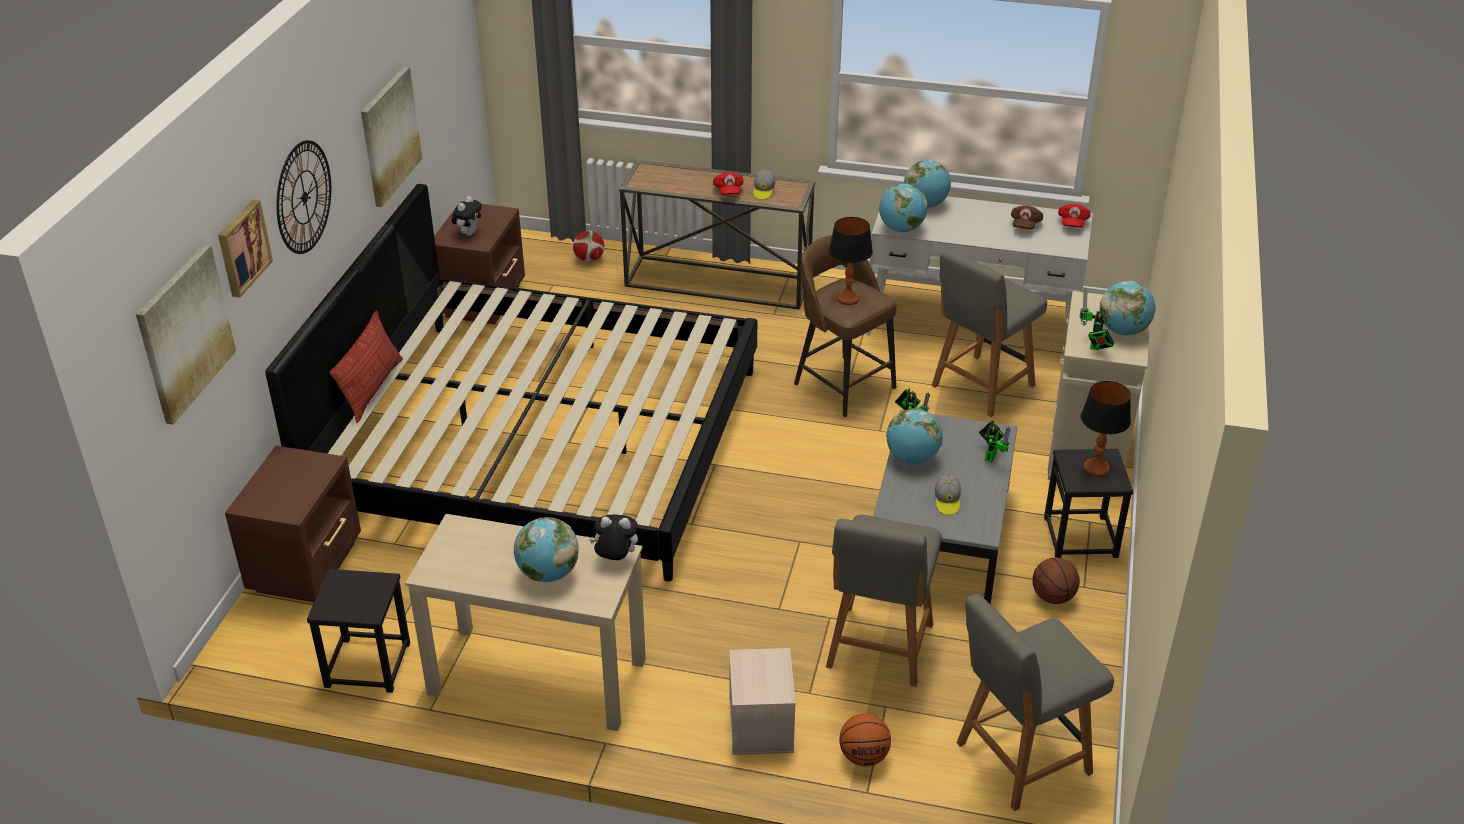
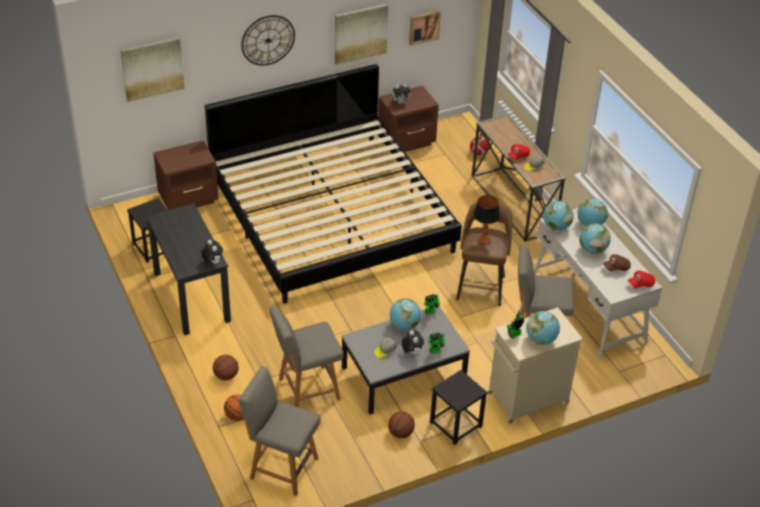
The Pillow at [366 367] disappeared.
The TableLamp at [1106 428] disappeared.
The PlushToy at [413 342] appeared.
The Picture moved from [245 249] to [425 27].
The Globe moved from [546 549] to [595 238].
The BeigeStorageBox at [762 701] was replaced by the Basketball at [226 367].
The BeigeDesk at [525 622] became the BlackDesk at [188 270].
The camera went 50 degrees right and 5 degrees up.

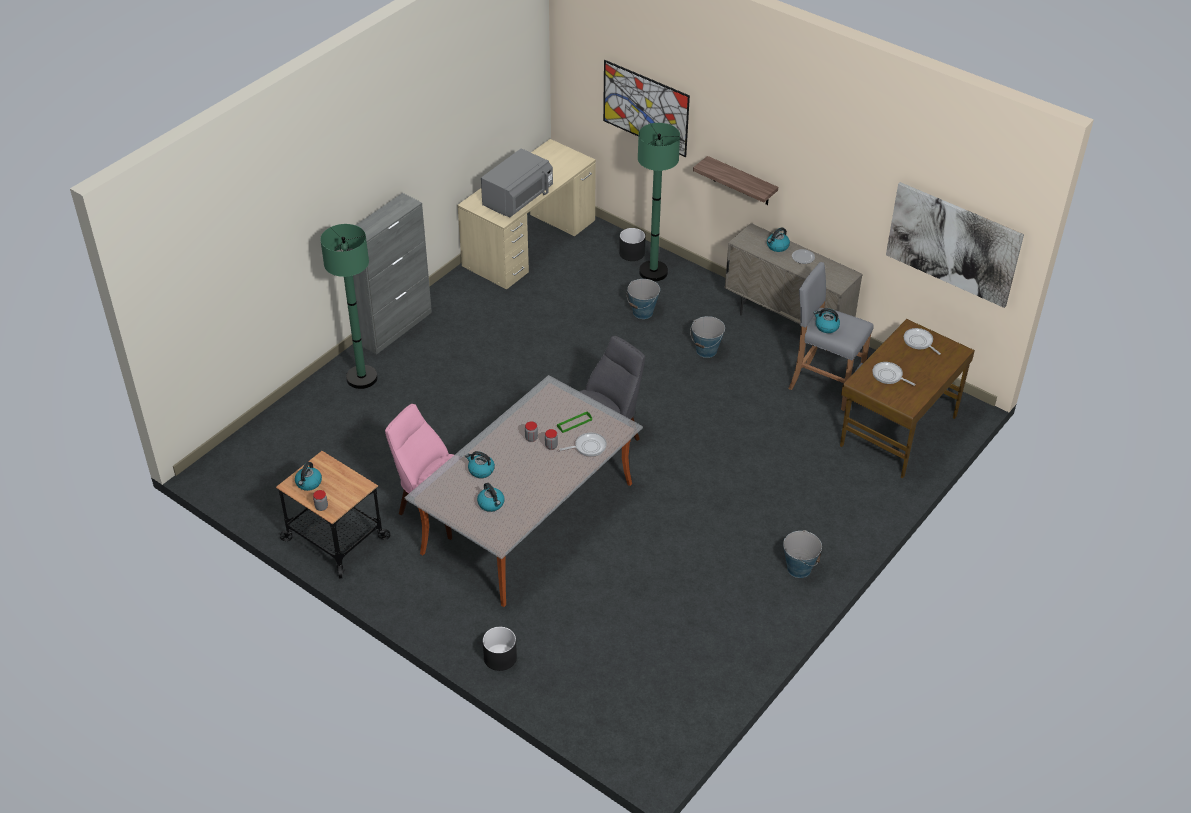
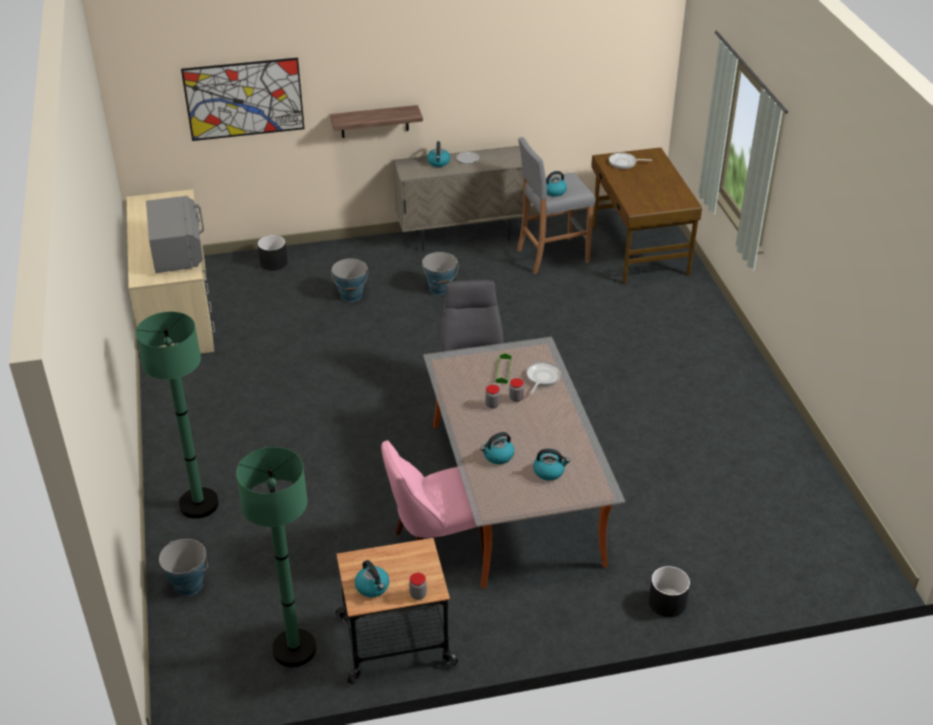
The GreyCabinet at [389 274] disappeared.
The FryingPan at [893 374] disappeared.
The Picture at [955 245] disappeared.
The GreenFloorLamp moved from [659 202] to [276 557].
The Bucket moved from [802 554] to [183 567].
The camera went 50 degrees left and 5 degrees down.

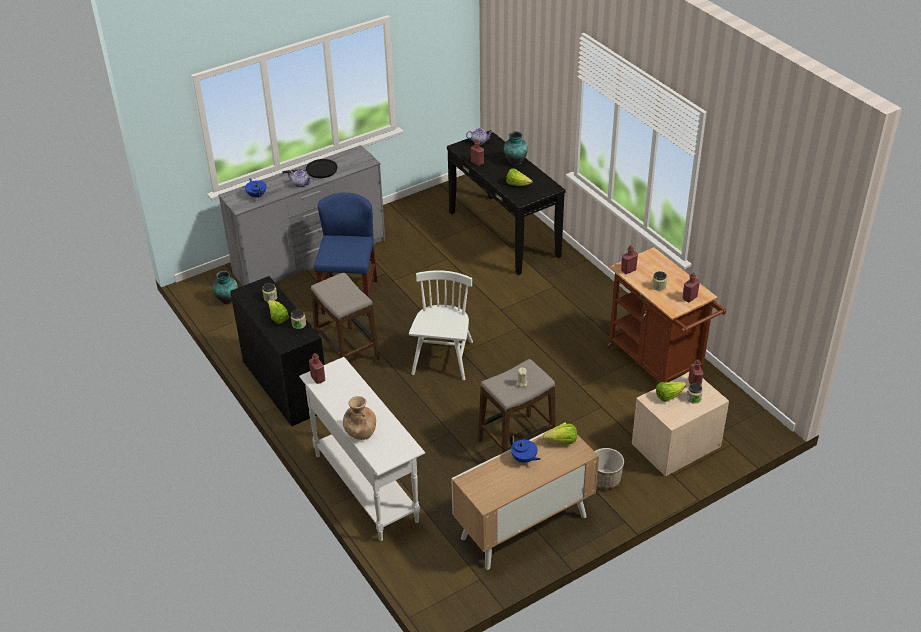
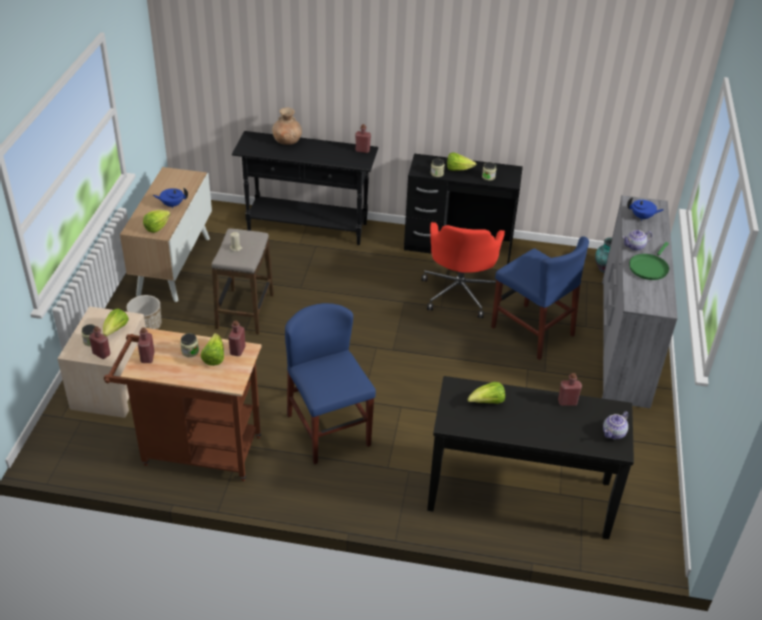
The WhiteChair at [441 325] disappeared.
The Vase at [515 148] disappeared.
The Lettuce at [212 349] appeared.
The BlueChair at [330 384] appeared.
The Stool at [345 316] was replaced by the RedOfficeChair at [463 270].
The BlackFryingPan at [310 168] became the GreenFryingPan at [649 261].
The WhiteConsoleTable at [362 449] became the BlackConsoleTable at [305 188].
The camera went 130 degrees right and 0 degrees up.

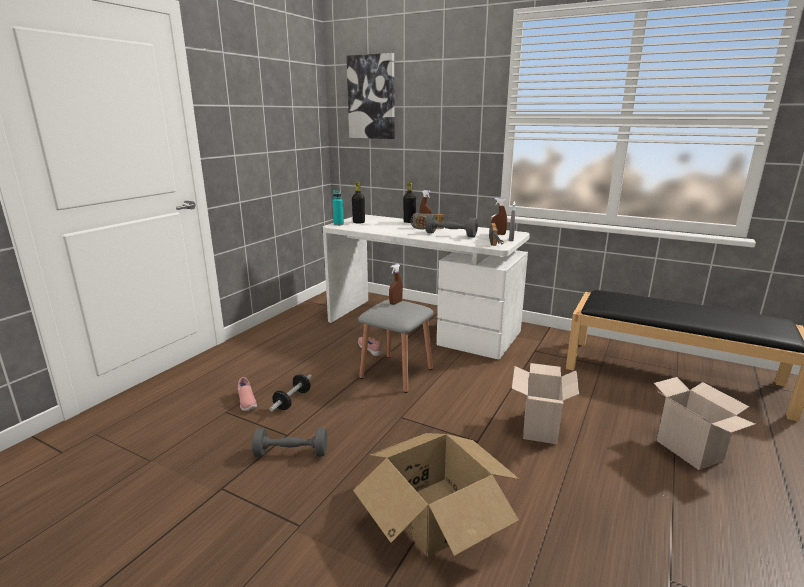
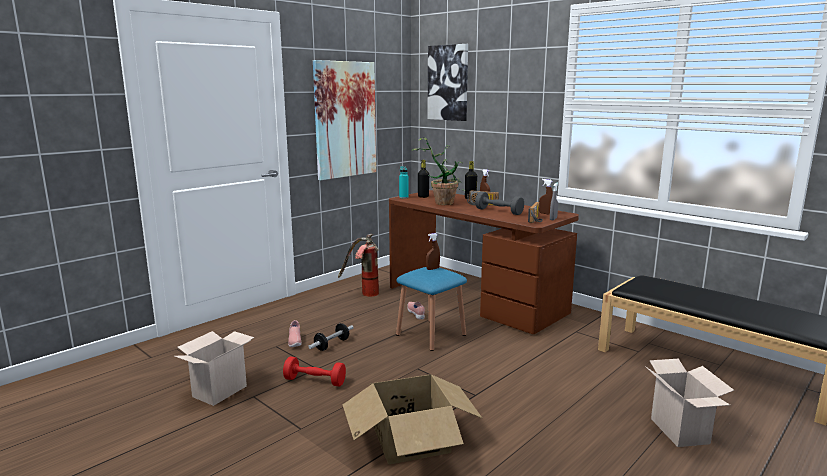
The Picture at [344 120] appeared.
The FireExtinguisher at [358 265] appeared.
The PottedPlant at [438 171] appeared.
The CardboardBox moved from [545 403] to [214 368].
The GreyDumbbell at [289 442] became the RedDumbbell at [314 371].
The WhiteDesk at [426 287] became the BrownDesk at [484 262].
The GreyStool at [396 346] became the BlueStool at [431 309].
The camera went 15 degrees right and 5 degrees down.

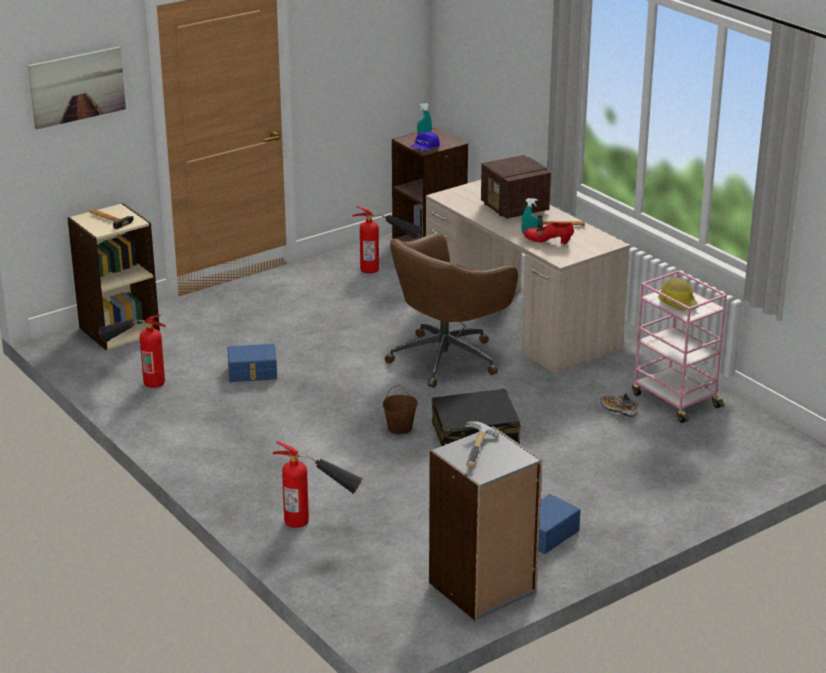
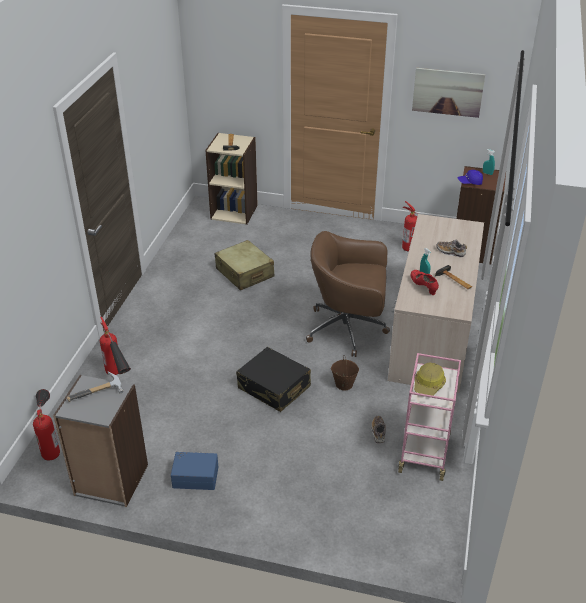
The Picture moved from [77 88] to [448 93].
The FireExtinguisher moved from [132 351] to [46 425].
The BrownBucket moved from [400 410] to [345 372].
The BlueStorageBox at [252 363] was replaced by the BeigeSuitcase at [244 265].
The Radio at [516 187] was replaced by the Shoe at [452 248].
The camera went 50 degrees right and 10 degrees up.

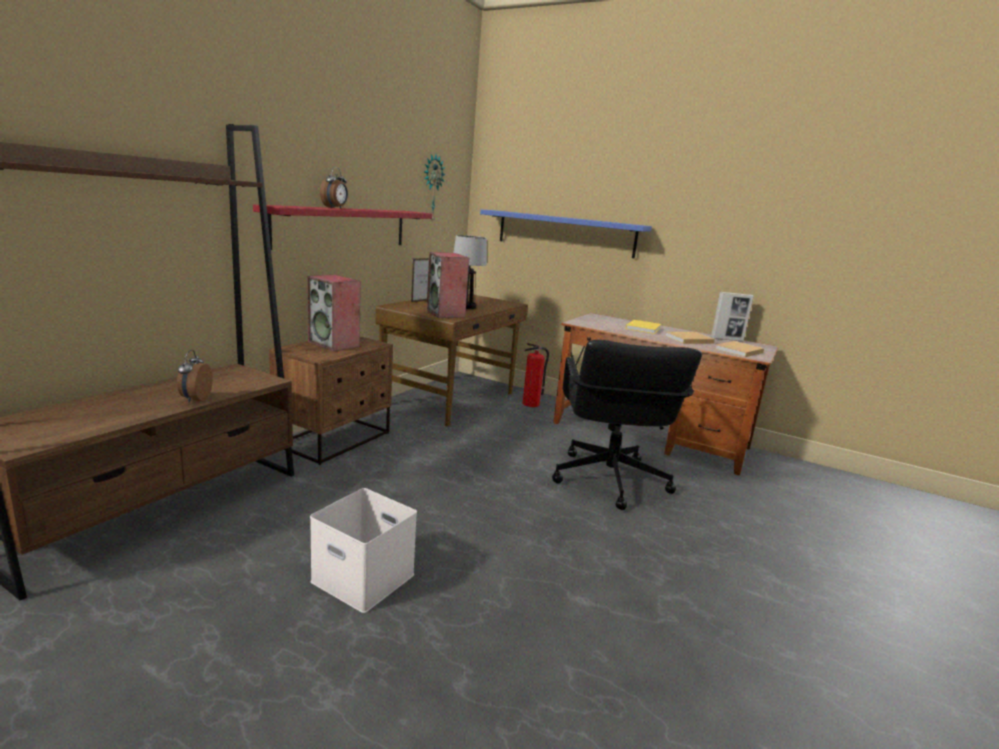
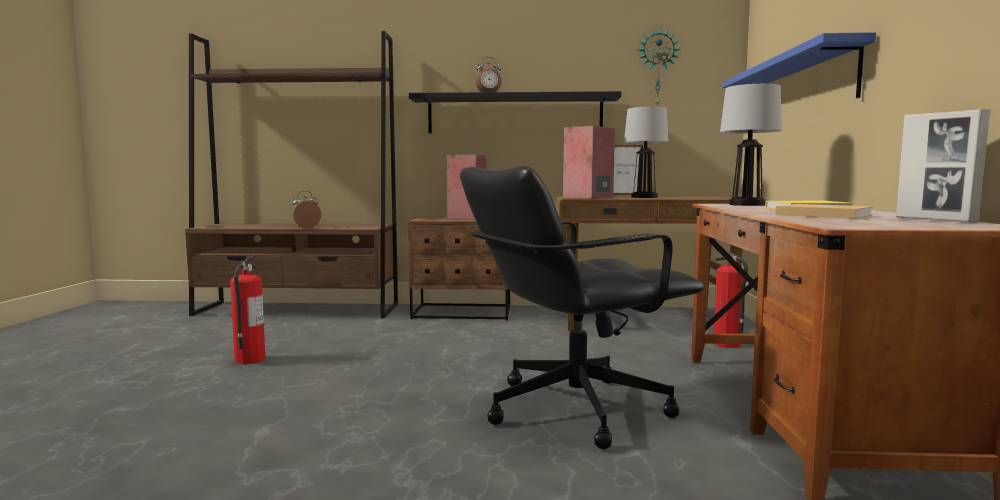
The BeigeBook at [740 349] disappeared.
The TableLamp at [751 145] appeared.
The WhiteStorageBox at [363 550] was replaced by the FireExtinguisher at [247 309].
The RedShelf at [342 227] became the BlackShelf at [515 112].
The camera went 65 degrees right and 10 degrees down.

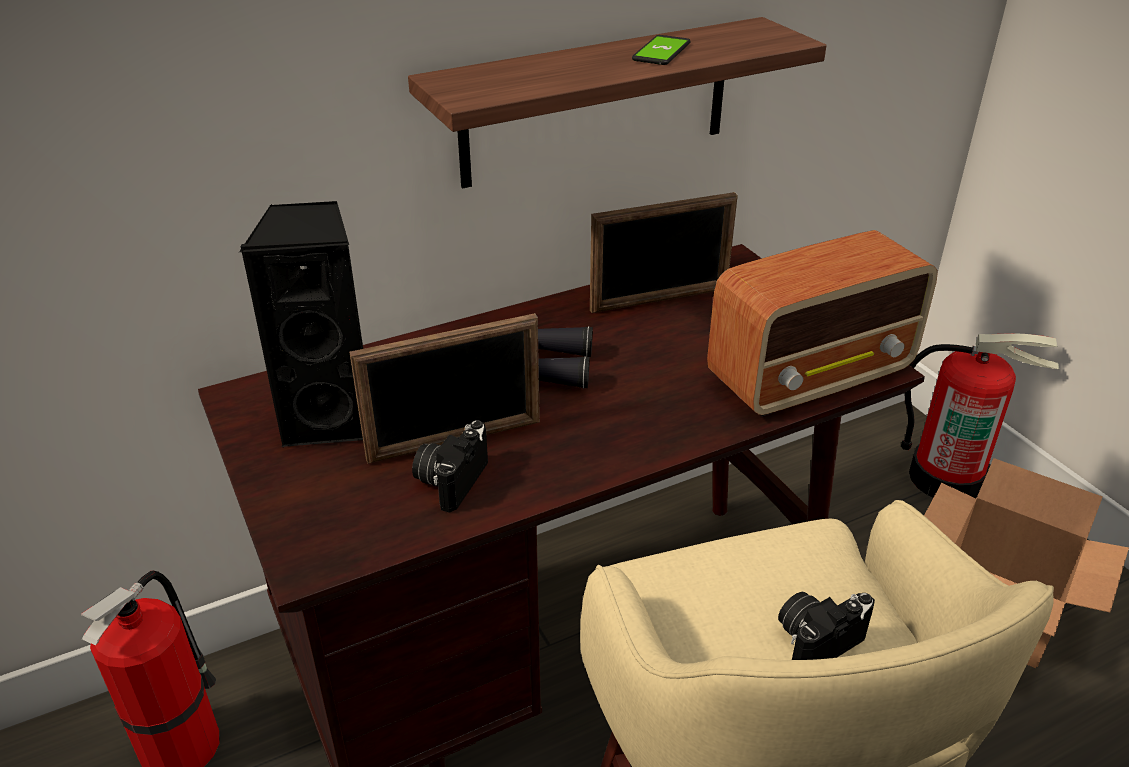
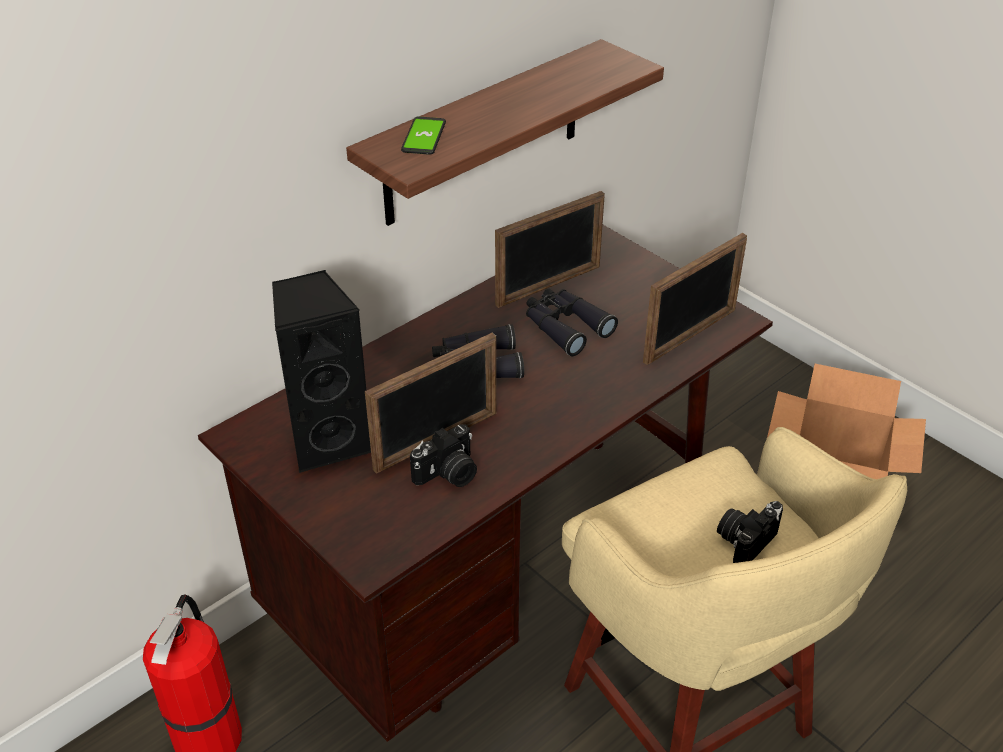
The FireExtinguisher at [980 415] disappeared.
The BlackBinoculars at [572 322] appeared.
The Phone moved from [661 50] to [423 136].
The Radio at [822 323] was replaced by the PictureFrame at [695 299].
The PhotoCamera at [450 466] turned 135 degrees counterclockwise.
The camera went 15 degrees left and 5 degrees up.

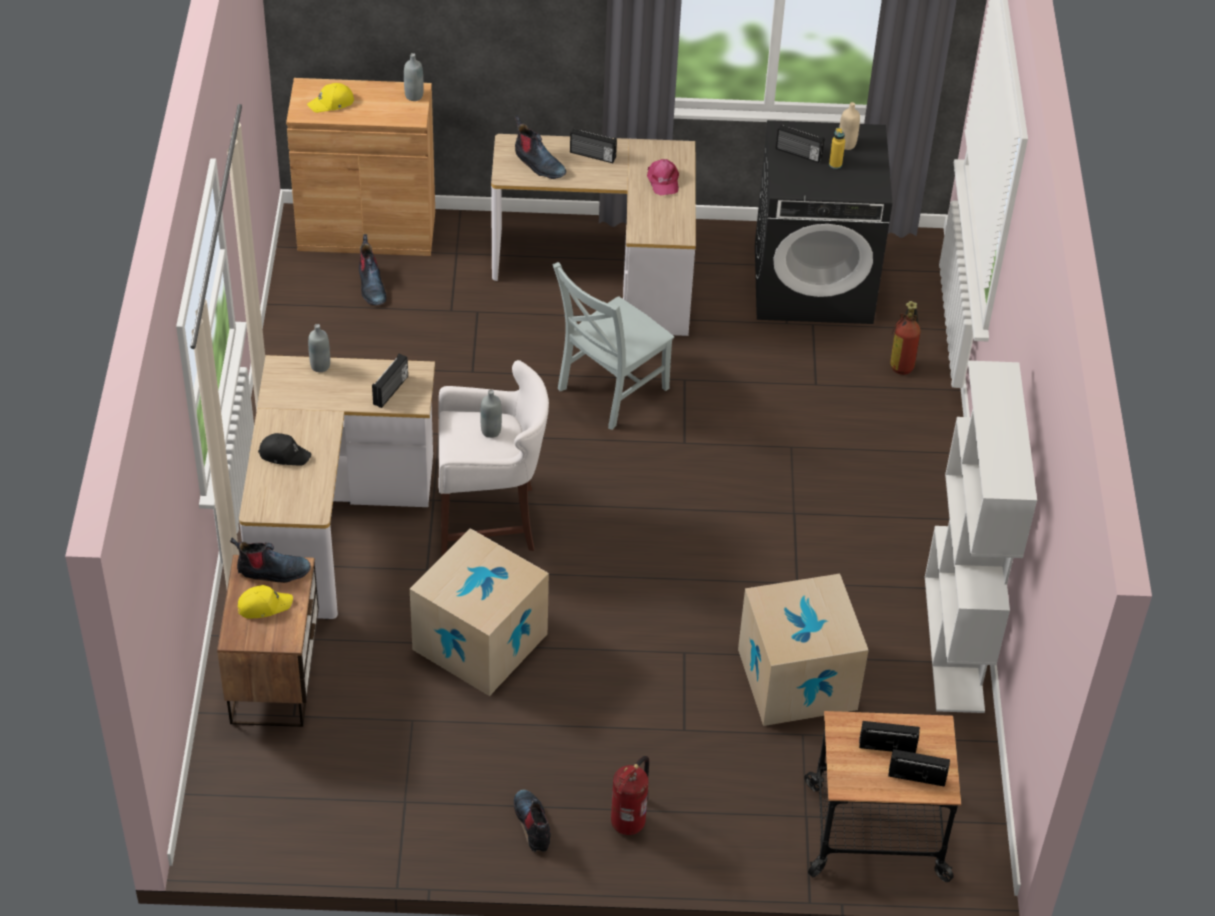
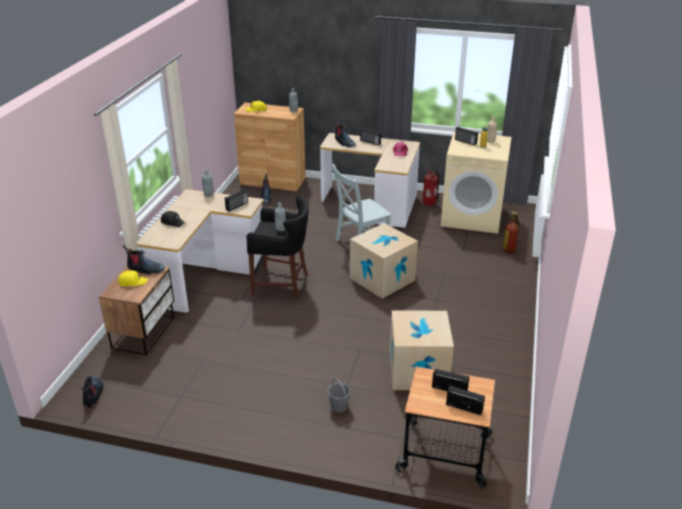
The WhiteBookcase at [981 536] disappeared.
The GreyBucket at [339 395] appeared.
The CardboardBox moved from [479 612] to [384 261].
The Boot moved from [532 821] to [92 392].
The FireExtinguisher moved from [630 795] to [431 188].
The WhiteStool at [493 458] became the BlackStool at [278 247].
The BlackWashingMachine at [823 222] became the BeigeWashingMachine at [476 182].
The camera went 15 degrees right and 15 degrees down.

